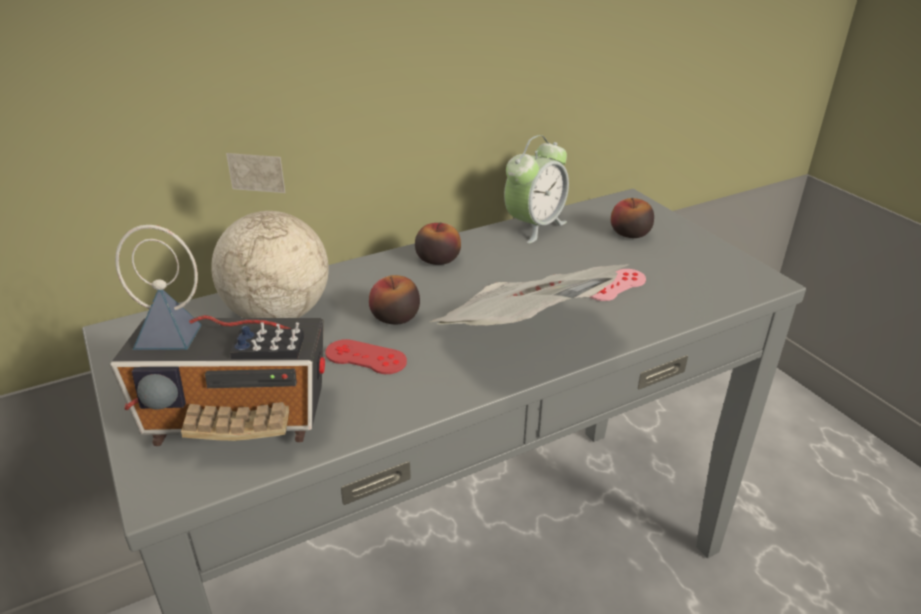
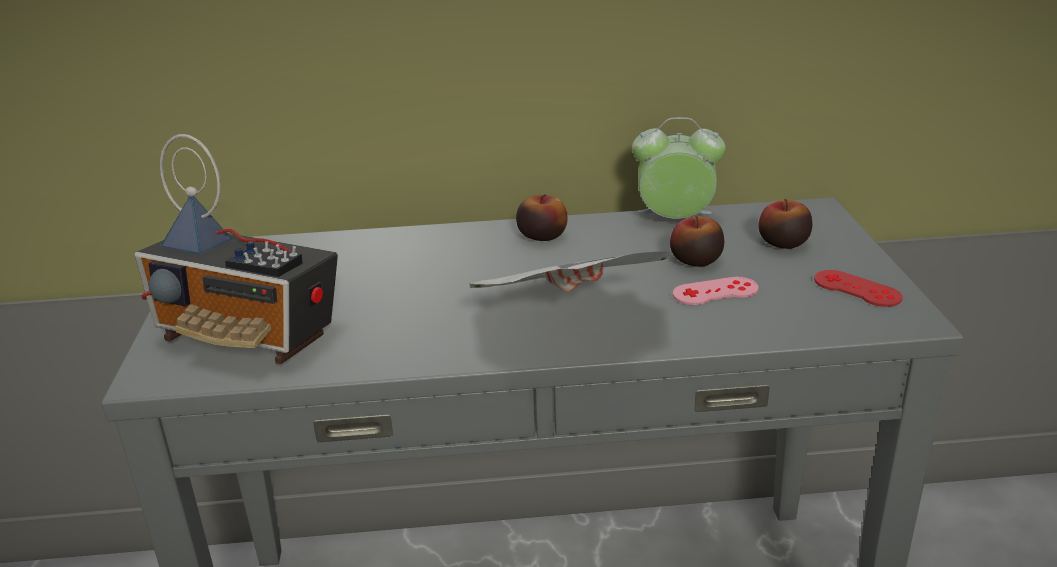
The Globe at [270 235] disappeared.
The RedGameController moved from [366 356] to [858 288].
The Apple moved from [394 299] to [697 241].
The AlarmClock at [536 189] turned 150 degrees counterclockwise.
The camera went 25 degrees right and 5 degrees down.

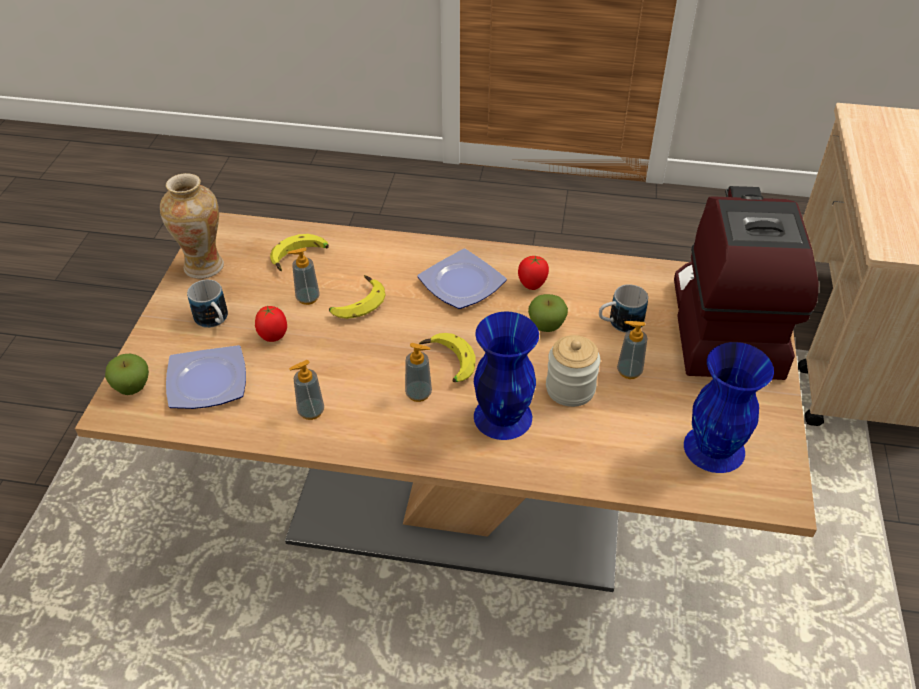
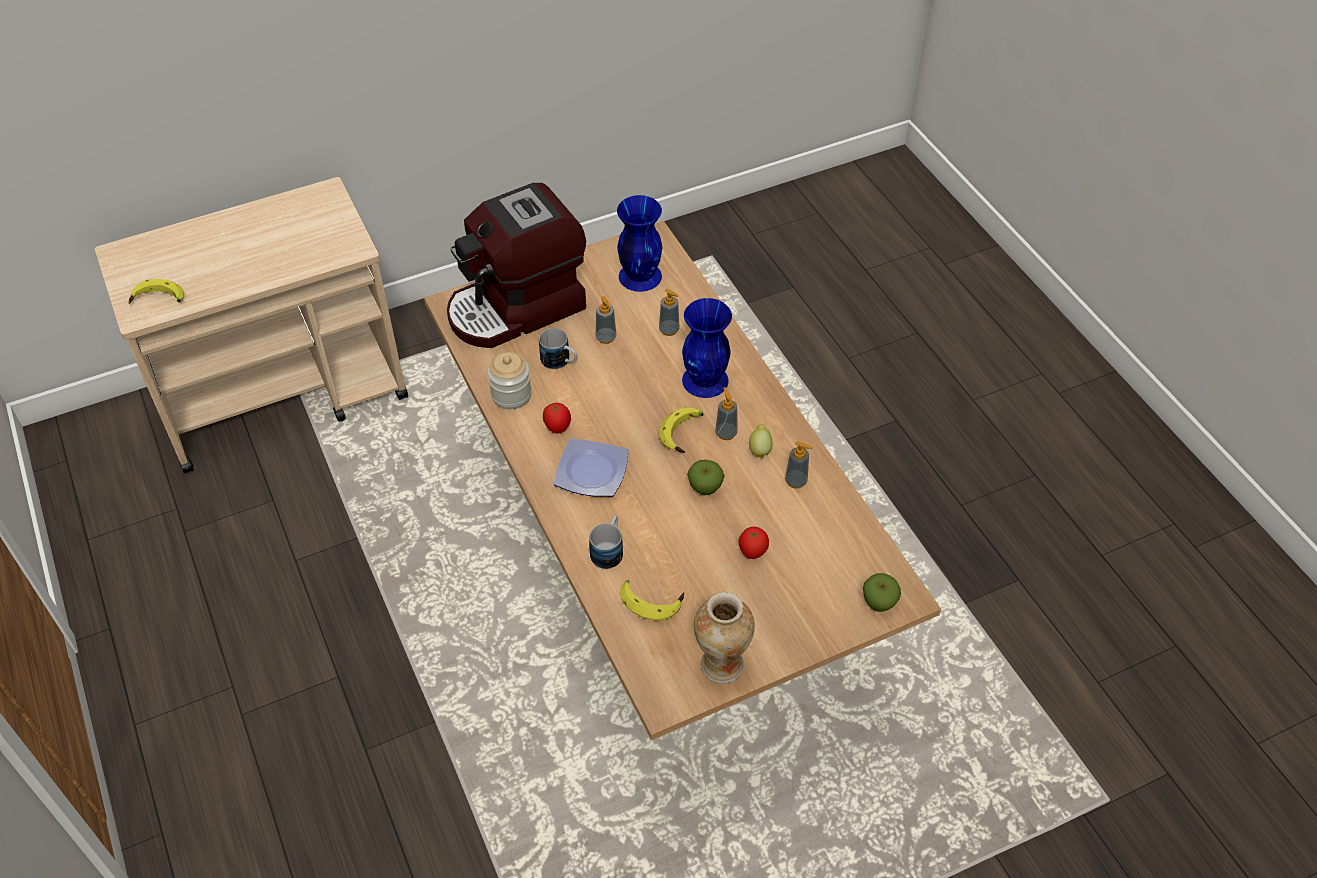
The Plate at [206 377] disappeared.
The Lemon at [761 441] appeared.
The Mug moved from [207 304] to [606 542].
The SoapDispenser moved from [303 276] to [669 312].
The Banana moved from [357 297] to [156 291].
The Apple moved from [548 313] to [706 477].
The Jar moved from [573 371] to [509 380].
The camera went 125 degrees left and 5 degrees up.

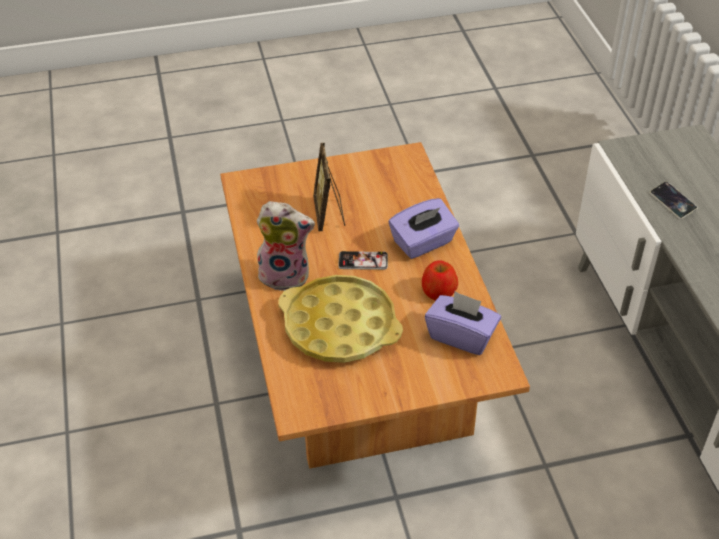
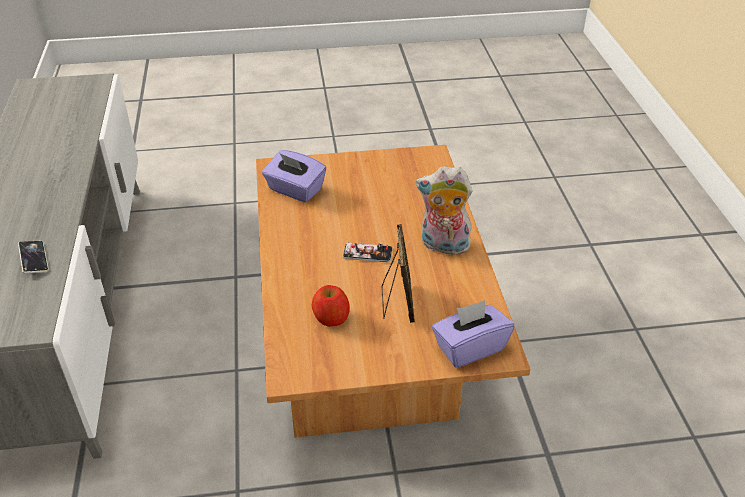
The YellowTray at [340 319] disappeared.
The PurpleTissueBox moved from [424 228] to [473 334].
The Apple moved from [440 280] to [331 306].
The camera went 175 degrees left and 5 degrees down.

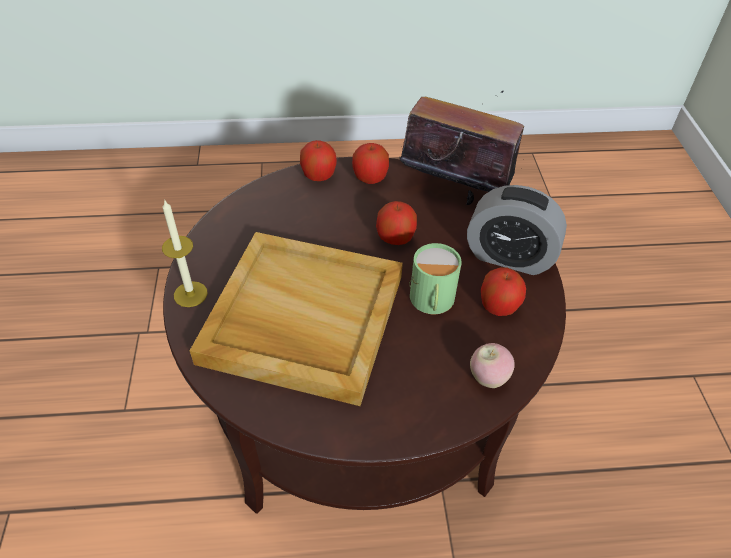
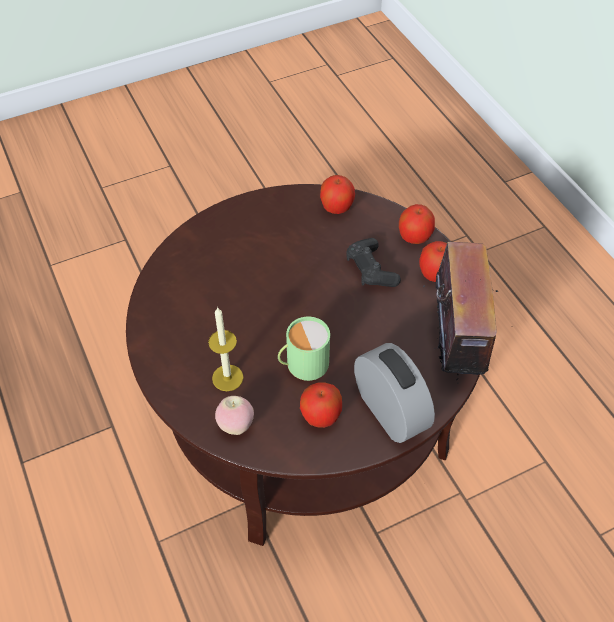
The BeigeTray at [296 319] disappeared.
The BlackGameController at [374 262] appeared.
The Candle moved from [185 253] to [226 349].
The Apple moved from [396 223] to [337 194].
The AlarmClock at [517 230] turned 150 degrees clockwise.
The camera went 70 degrees right and 5 degrees up.

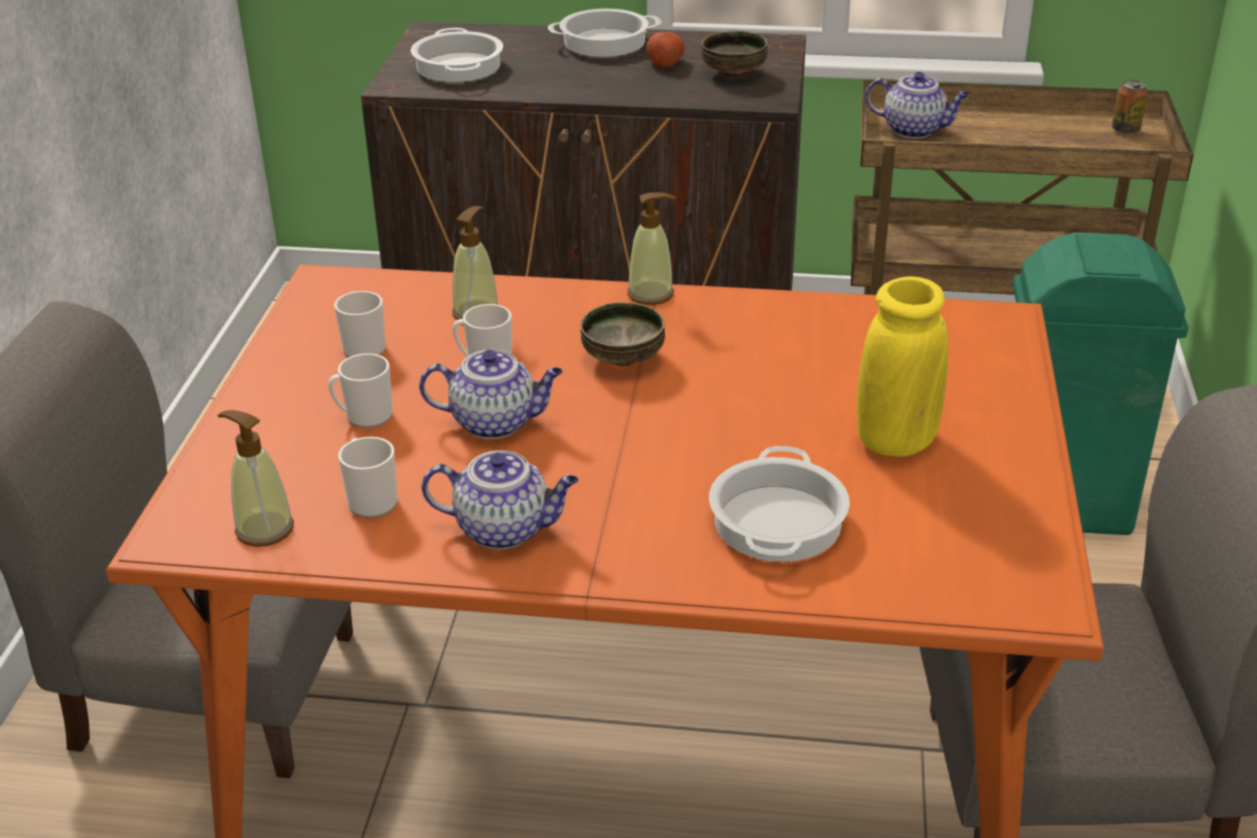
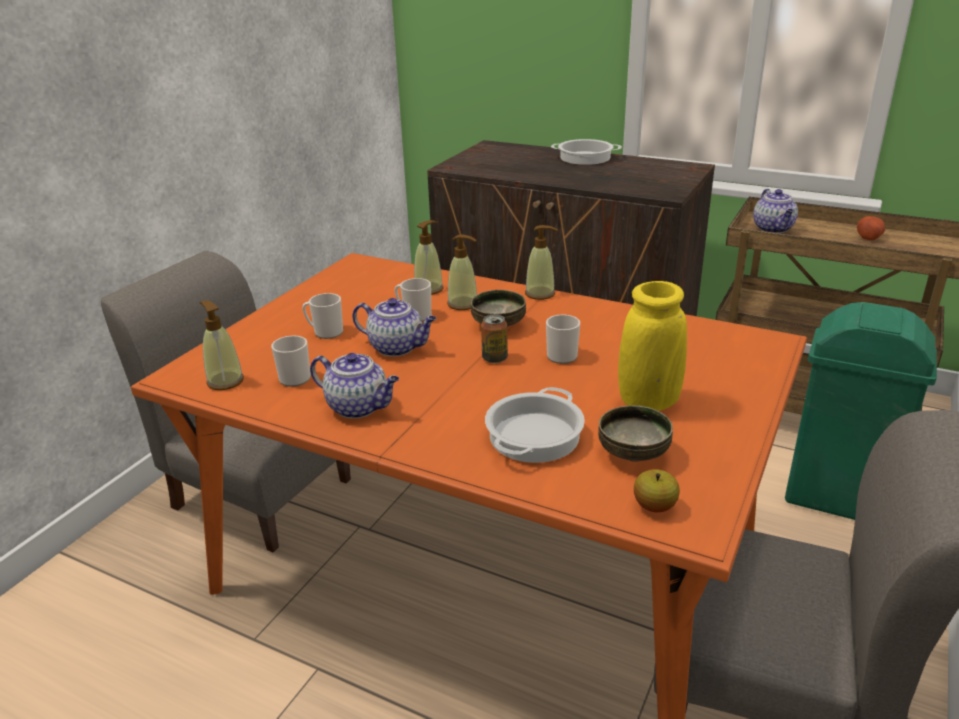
The CookingPot at [457 55] disappeared.
The SoapDispenser at [462 272] appeared.
The Apple at [657 490] appeared.
The Mug moved from [360 324] to [563 339].
The Potato moved from [665 50] to [871 228].
The Bowl moved from [734 54] to [635 433].
The Can moved from [1129 107] to [494 338].
The Teapot at [917 105] turned 45 degrees clockwise.
The camera went 20 degrees right and 5 degrees down.

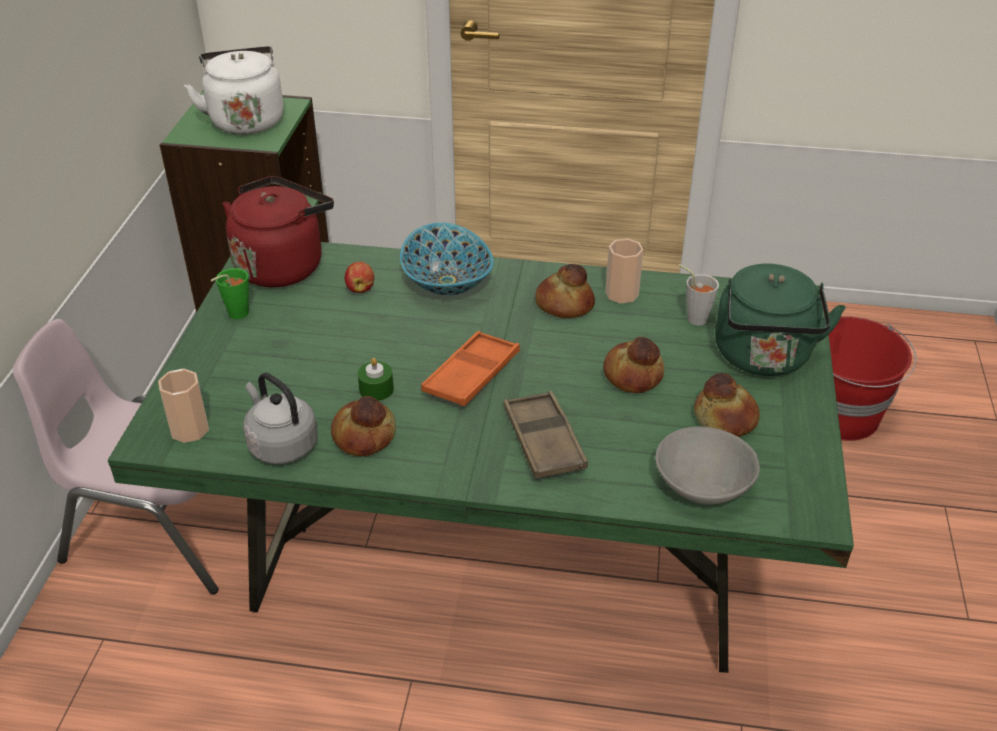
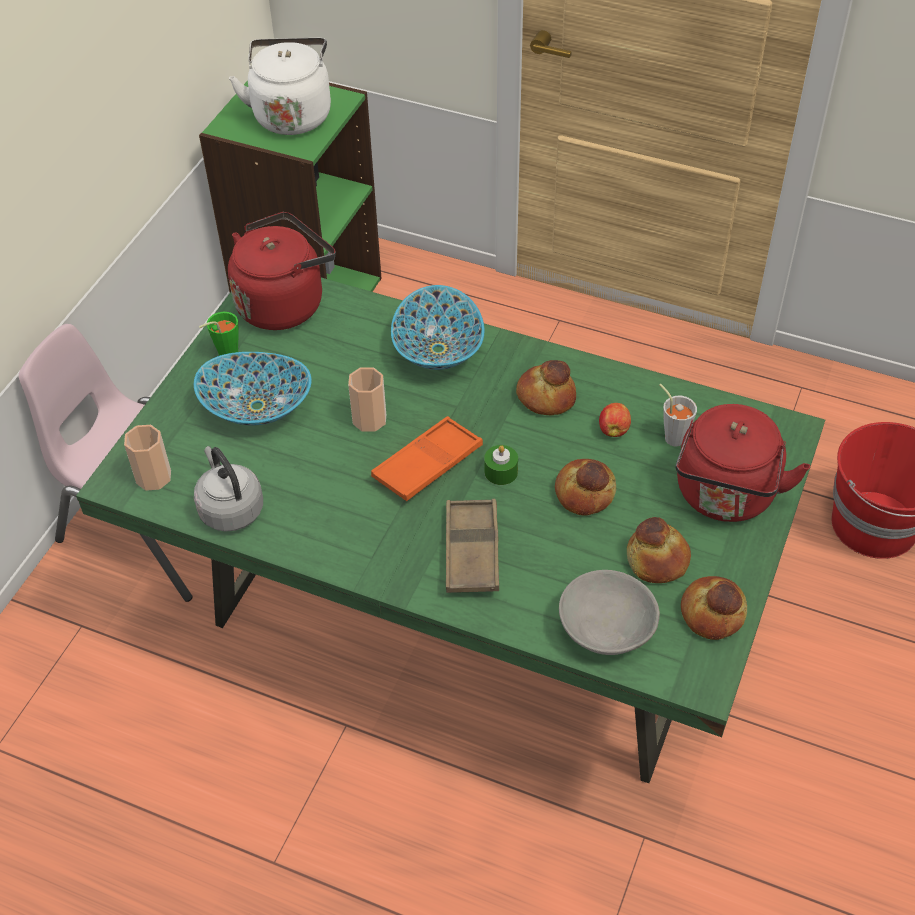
The Bowl at [253 388] appeared.
The Bread moved from [363 426] to [714 608].
The Apple moved from [359 277] to [615 420].
The GreenCandle moved from [376 379] to [501 465].
The Cup moved from [624 271] to [367 400].
The GreenKettle at [780 319] became the RedKettle at [742 463].
The camera went 15 degrees right and 10 degrees up.

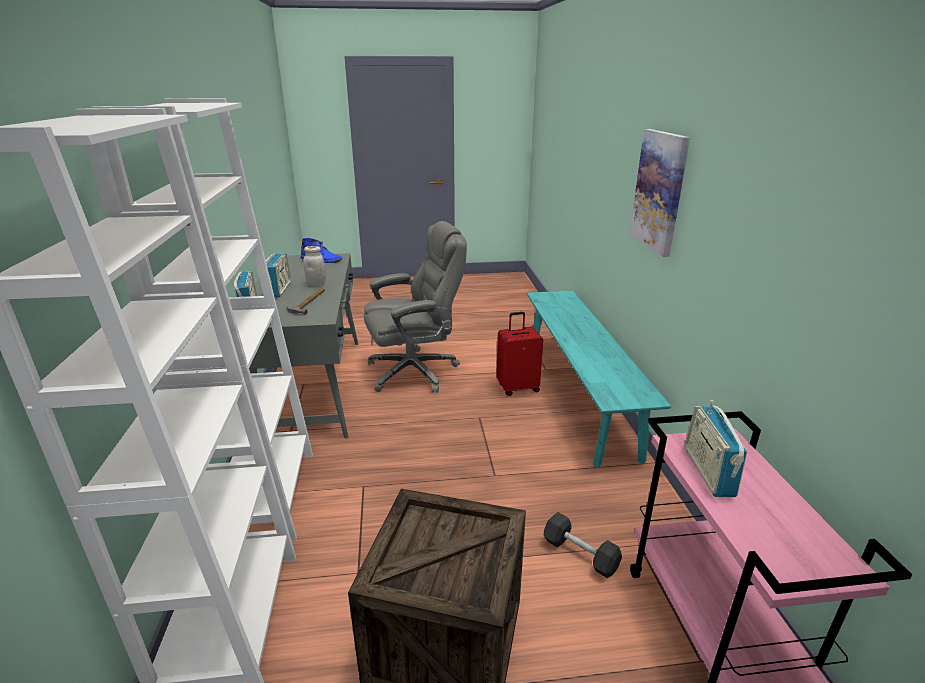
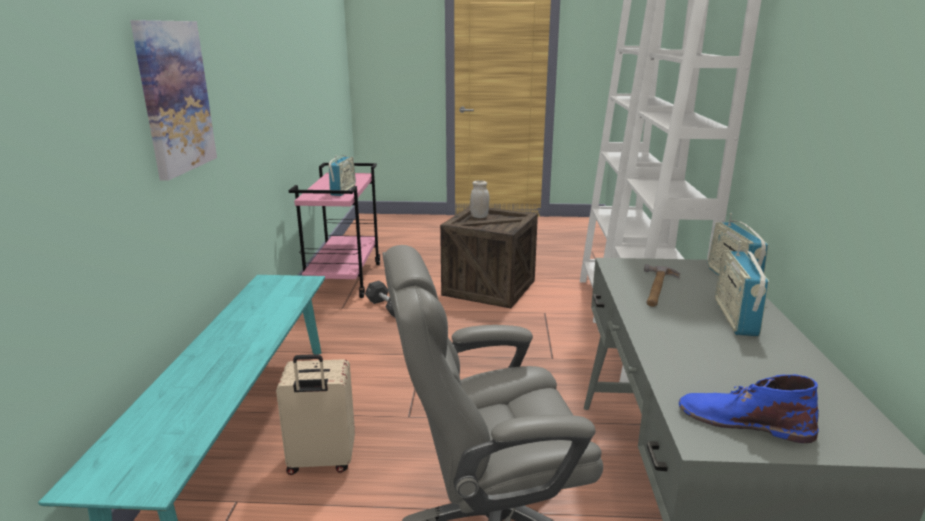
The WhiteJar moved from [314 266] to [480 199].
The RedSuitcase at [519 354] became the BeigeSuitcase at [315 414].
The camera went 170 degrees left and 5 degrees down.

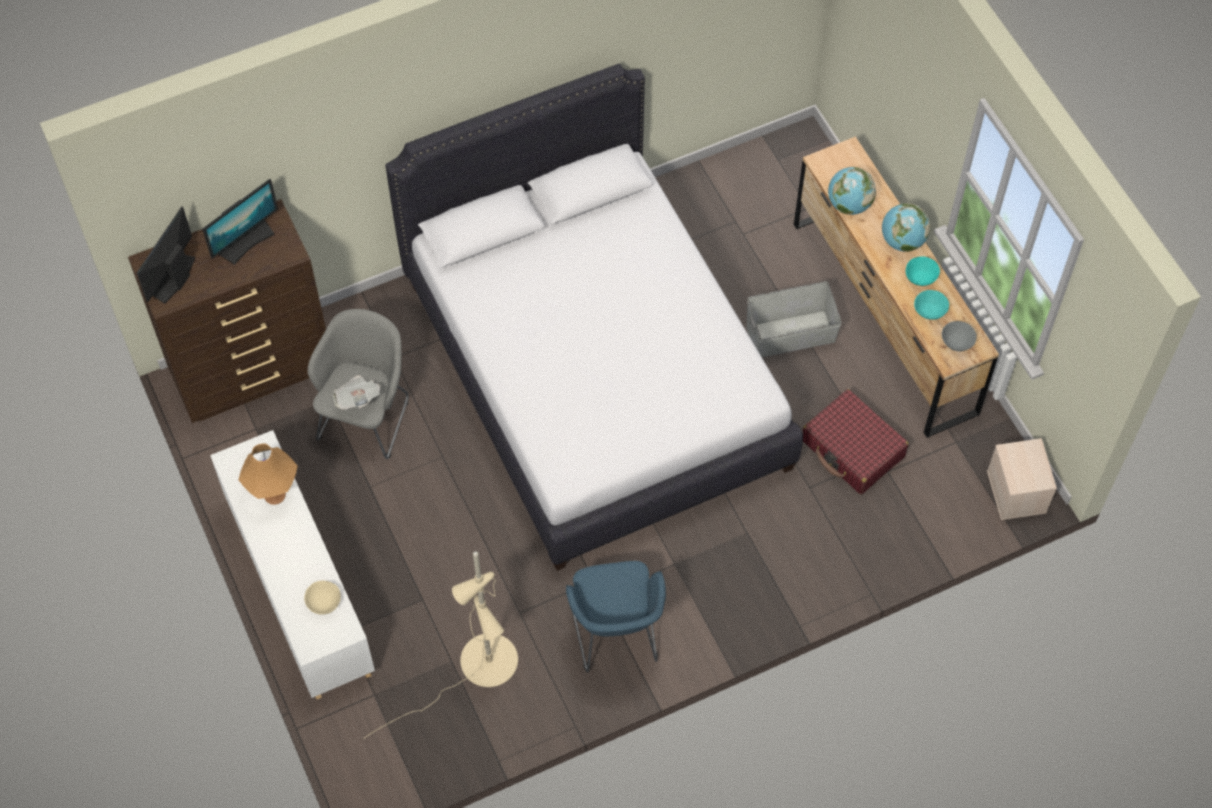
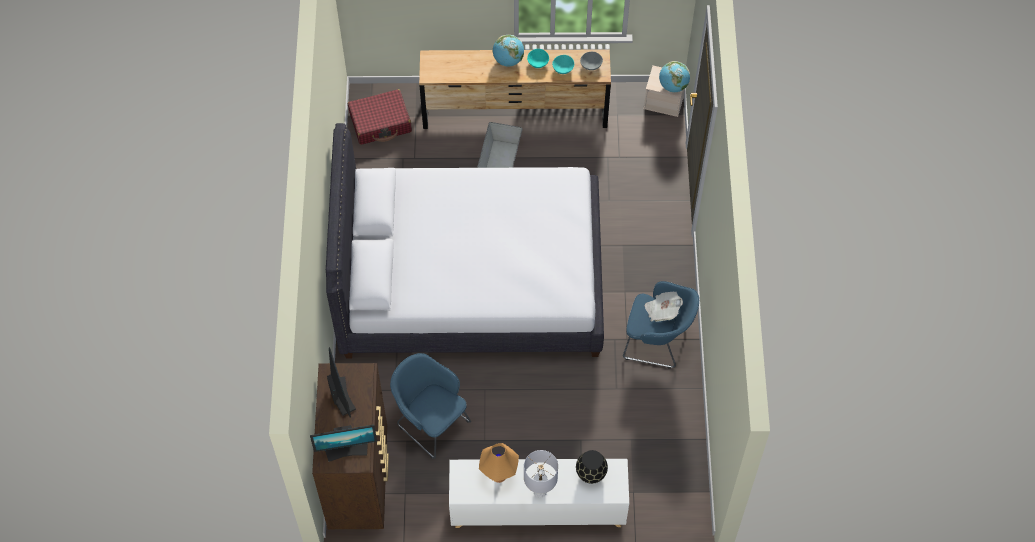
The BeigeFloorLamp at [441 645] disappeared.
The GreyTableLamp at [541 474] appeared.
The Newspaper moved from [356 392] to [664 307].
The RedSuitcase moved from [856 441] to [380 117].
The Globe moved from [852 191] to [674 76].
The BeigeBowl at [322 598] was replaced by the BlackVase at [592 467].
The GreyArmchair at [358 384] became the BlueArmchair at [430 406].
The Monitor at [166 255] turned 60 degrees counterclockwise.
The camera went 65 degrees left and 0 degrees up.

